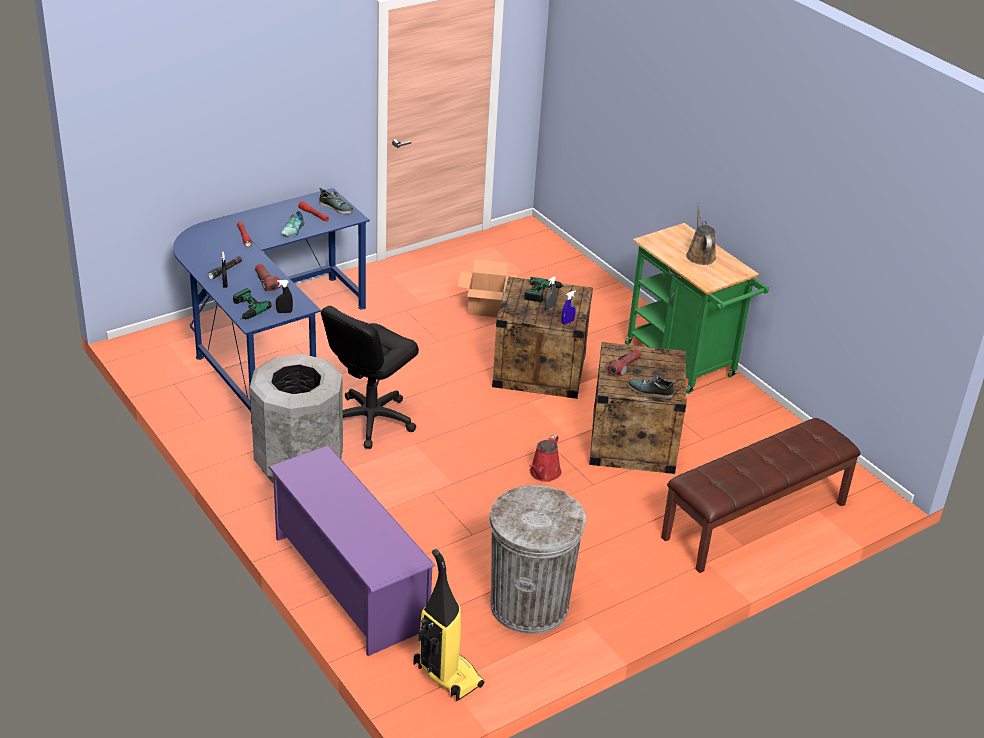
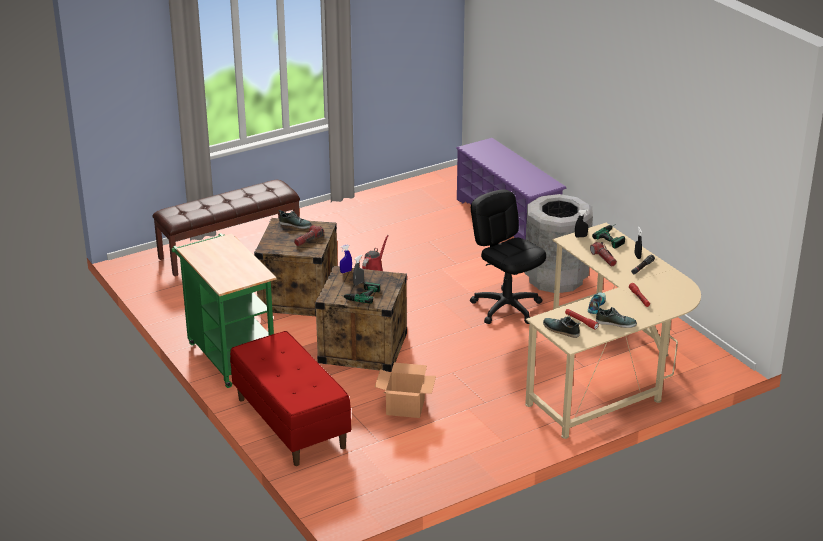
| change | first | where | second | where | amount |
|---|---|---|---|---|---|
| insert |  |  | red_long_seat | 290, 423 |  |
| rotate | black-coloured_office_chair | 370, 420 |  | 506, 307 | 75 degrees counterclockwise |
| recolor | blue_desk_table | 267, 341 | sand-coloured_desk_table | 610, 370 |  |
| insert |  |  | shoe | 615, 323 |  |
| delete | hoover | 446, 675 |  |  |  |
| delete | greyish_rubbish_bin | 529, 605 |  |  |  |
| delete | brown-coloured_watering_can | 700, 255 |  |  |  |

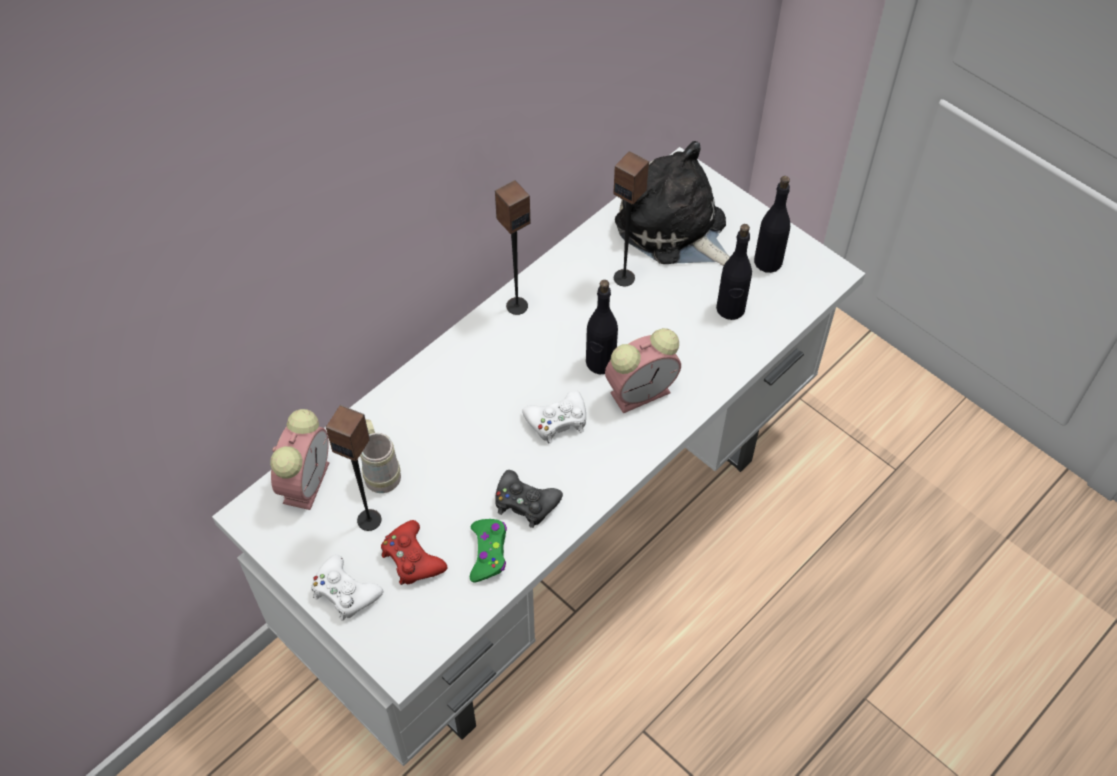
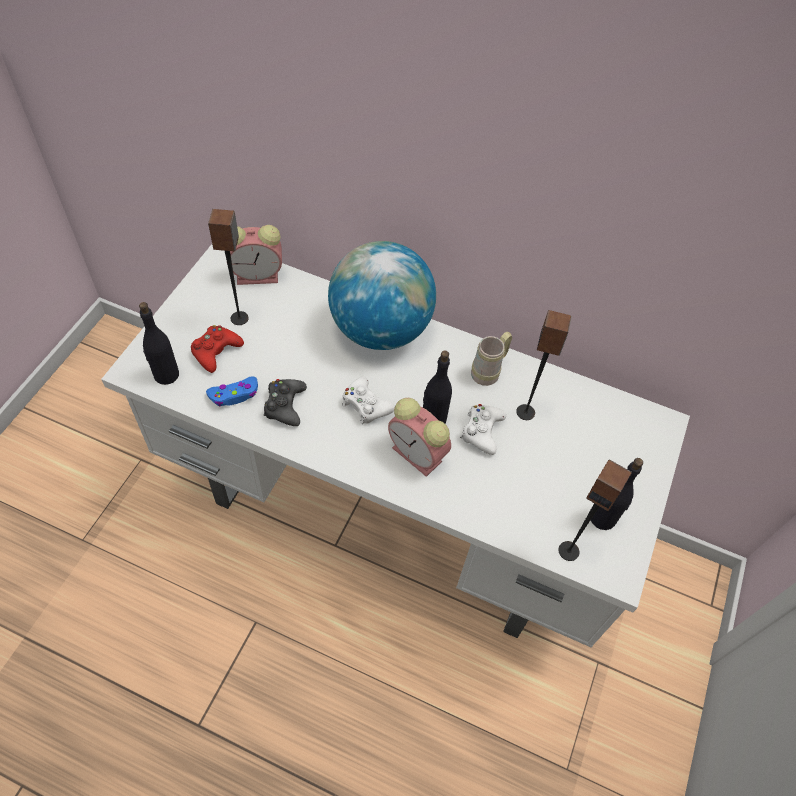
| change | first | where | second | where | amount |
|---|---|---|---|---|---|
| move | black-coloured_drink_bottle | 730, 309 |  | 166, 375 |  |
| recolor | green_gamepad | 488, 553 | blue_gamepad | 234, 395 |  |
| insert |  |  | desk_globe | 380, 329 |  |
| move | white-coloured_gamepad | 345, 592 |  | 482, 431 |  |
| move | sand-coloured_coffee_mug | 380, 471 |  | 489, 371 |  |
| move | audio_speaker | 516, 305 |  | 569, 550 |  |
| delete | plush_toy | 675, 229 |  |  |  |

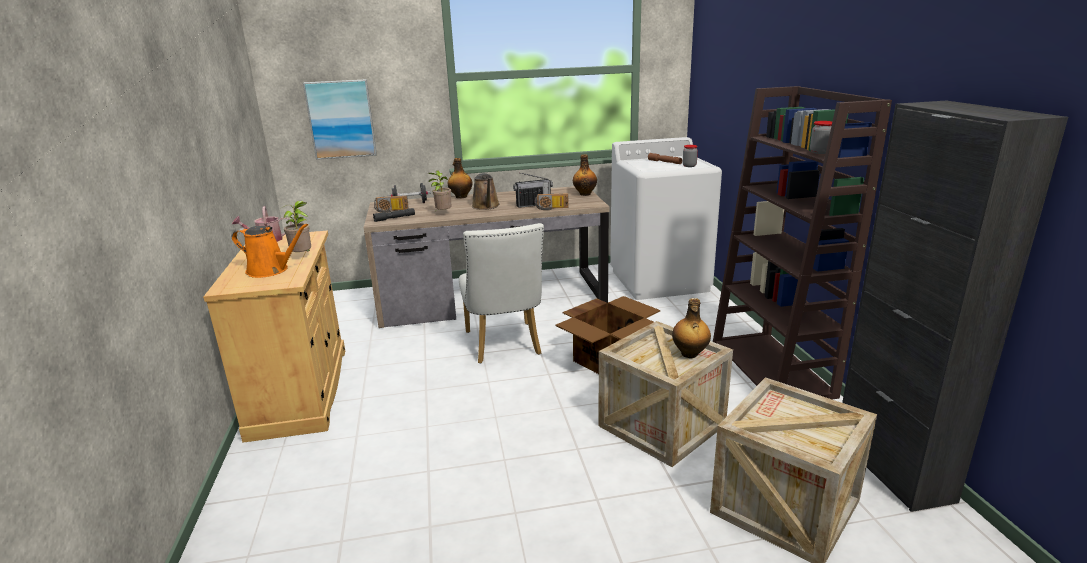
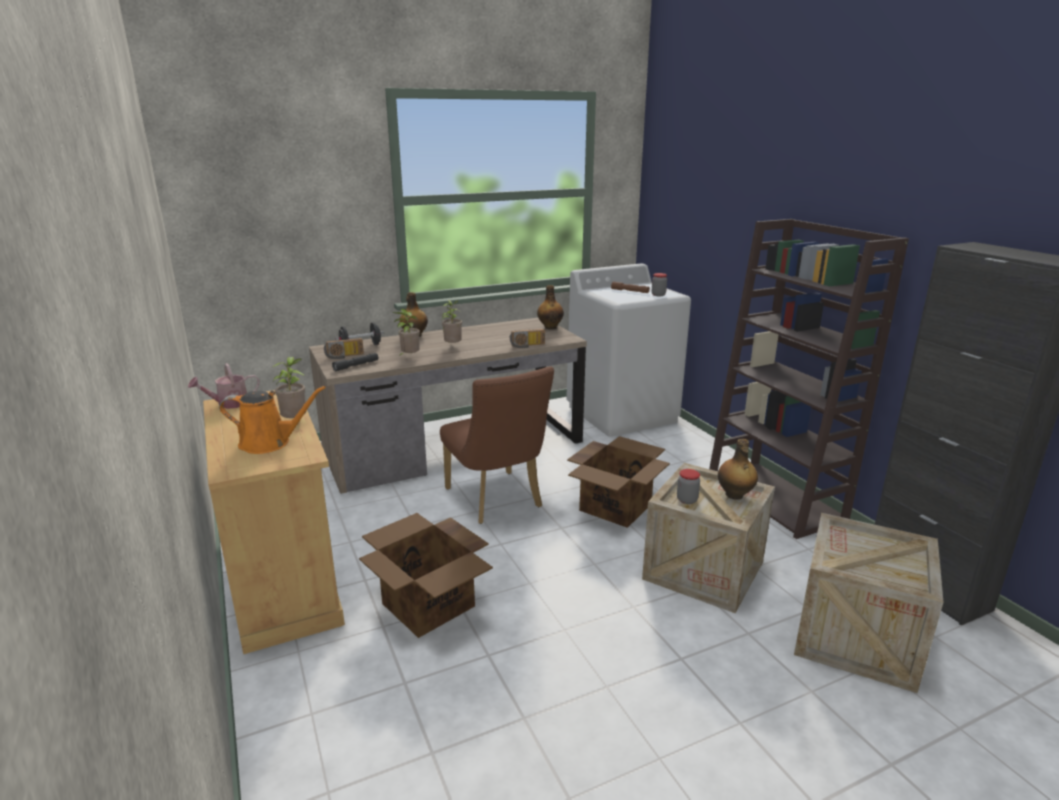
| change | first | where | second | where | amount |
|---|---|---|---|---|---|
| insert |  |  | packing_box | 428, 606 |  |
| recolor | white-coloured_upright_chair | 504, 346 | brown-coloured_upright_chair | 497, 501 |  |
| replace | brown-coloured_watering_can | 486, 206 | plant_in_a_pot | 453, 346 |  |
| move | jar | 820, 152 |  | 687, 500 |  |
| delete | picture | 341, 119 |  |  |  |
| delete | radio_set | 533, 204 |  |  |  |

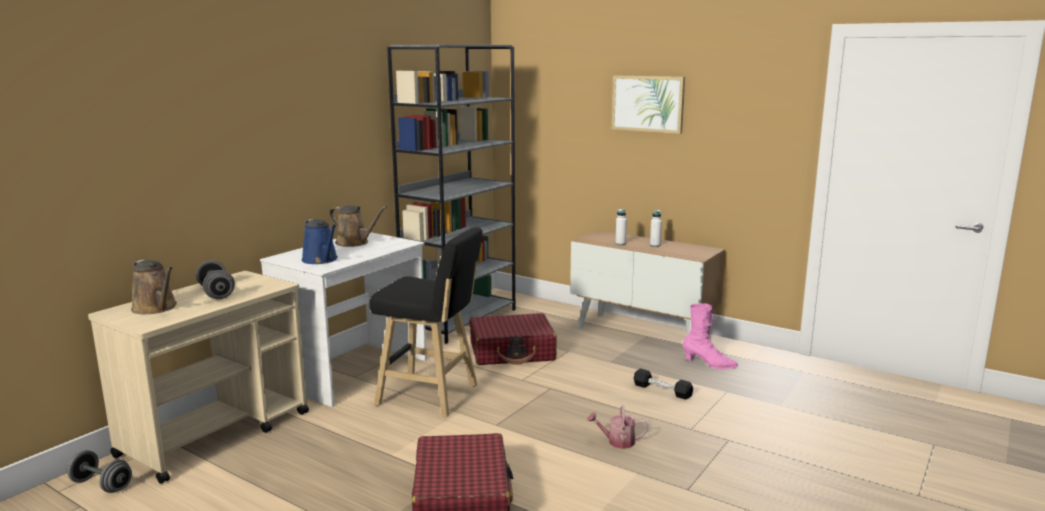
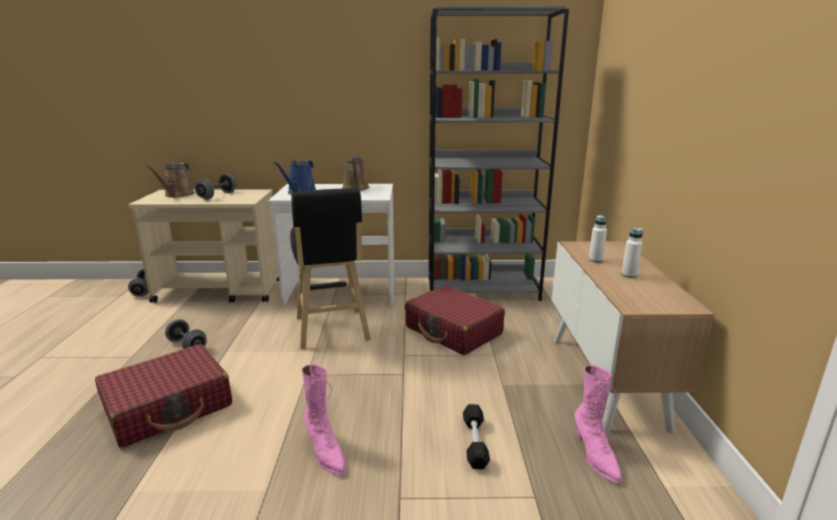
| change | first | where | second | where | amount |
|---|---|---|---|---|---|
| insert |  |  | greyish_dumbbell | 187, 346 |  |
| replace | watering_can | 617, 441 | pink-coloured_tall_boot | 325, 452 |  |
| delete | picture | 648, 103 |  |  |  |

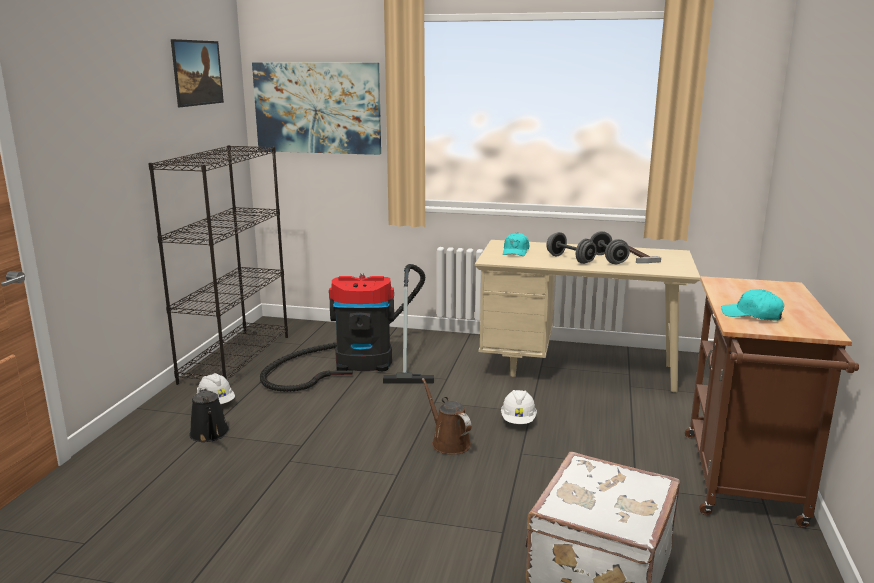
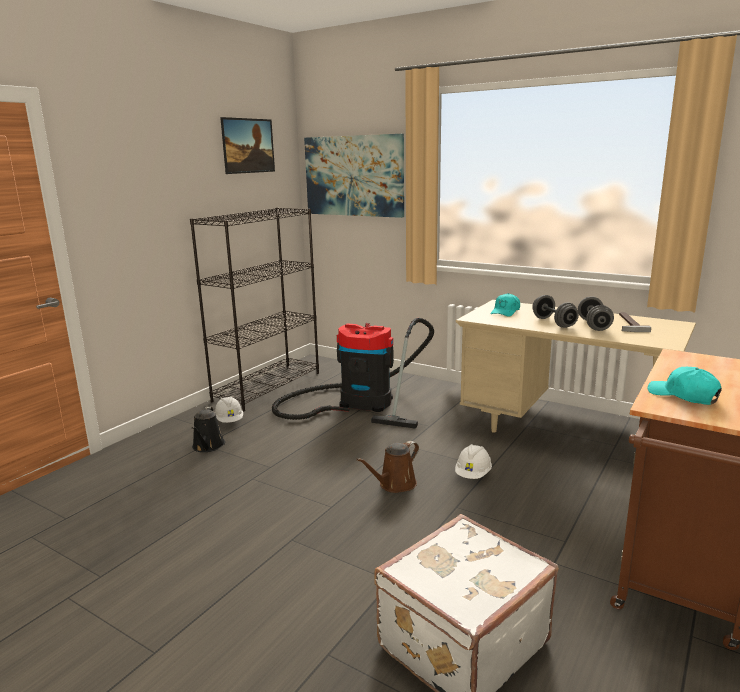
| change | first | where | second | where | amount |
|---|---|---|---|---|---|
| rotate | brown-coloured_watering_can | 448, 442 |  | 395, 485 | 120 degrees counterclockwise |

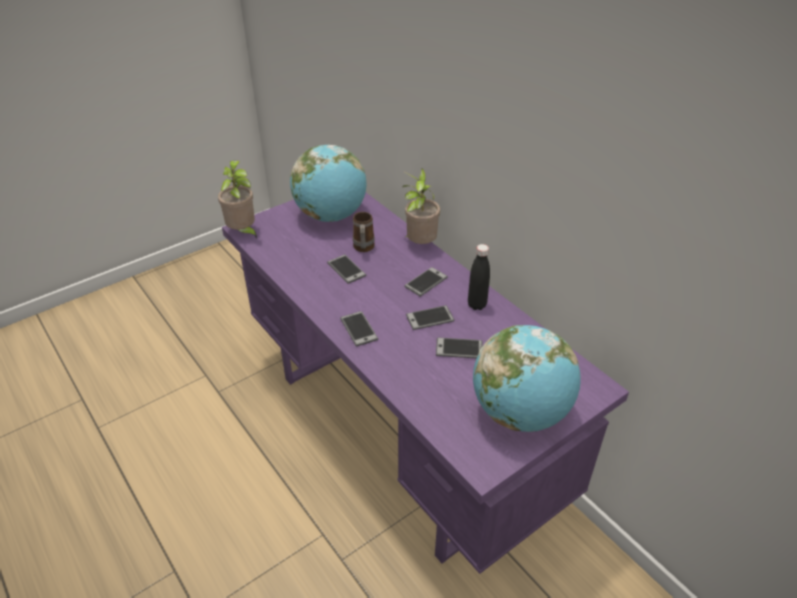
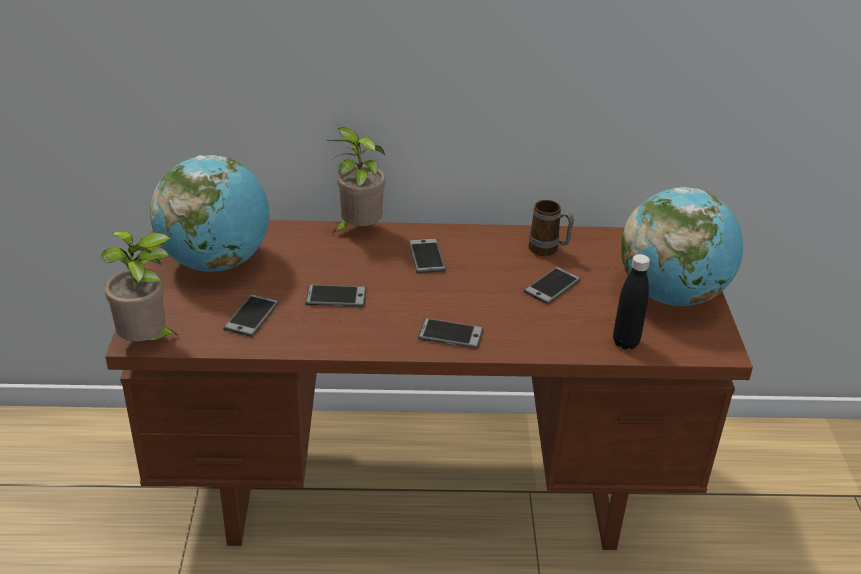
| change | first | where | second | where | amount |
|---|---|---|---|---|---|
| recolor | purple_desk_table | 401, 434 | brown-coloured_desk_table | 425, 487 |  |
| move | telephone | 430, 318 |  | 251, 316 |  |
| move | coffee_mug | 363, 249 |  | 548, 251 |  |
| move | black-coloured_drink_bottle | 477, 305 |  | 625, 342 |  |

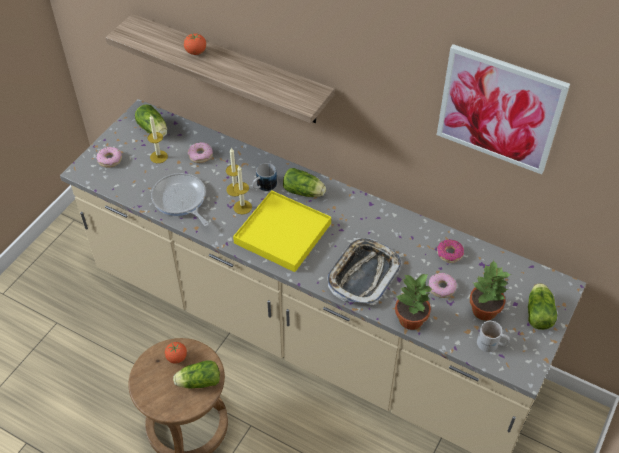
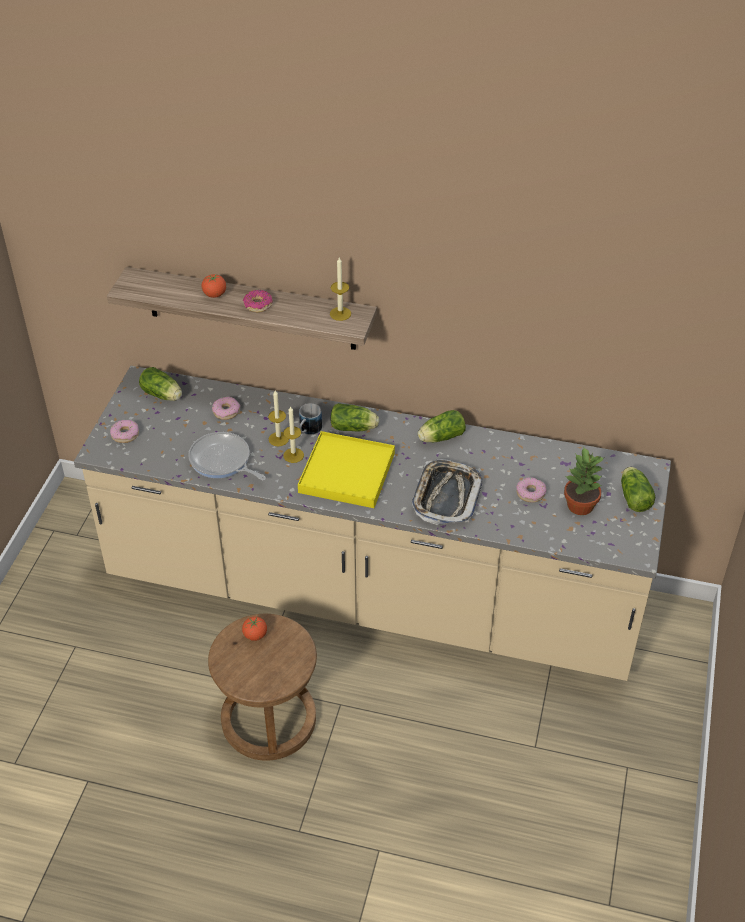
| change | first | where | second | where | amount |
|---|---|---|---|---|---|
| move | doughnut | 449, 254 |  | 258, 305 |  |
| move | wax_candle | 159, 157 |  | 340, 313 |  |
| move | lettuce_head | 197, 382 |  | 440, 437 |  |
| delete | plant_in_a_pot | 410, 319 |  |  |  |
| delete | picture | 499, 109 |  |  |  |
| delete | white-coloured_coffee_mug | 491, 344 |  |  |  |

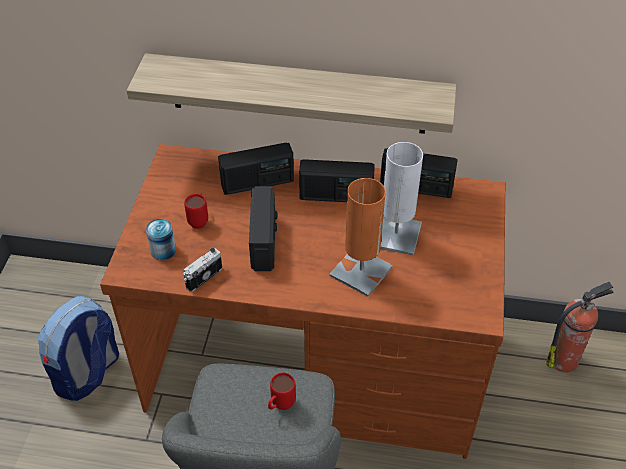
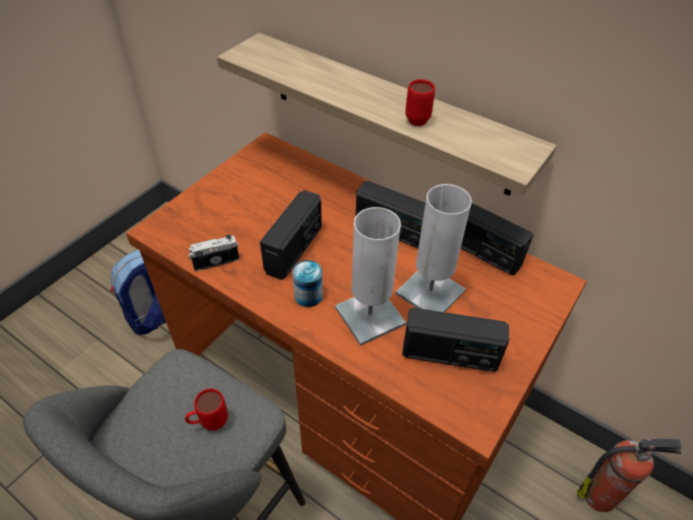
| change | first | where | second | where | amount |
|---|---|---|---|---|---|
| move | sealed_can | 163, 250 |  | 308, 295 |  |
| recolor | orangey_table_lamp | 361, 271 | white-coloured_table_lamp | 370, 316 |  |
| move | radio_set | 257, 183 |  | 449, 355 |  |
| move | red_coffee_mug | 199, 220 |  | 420, 118 |  |

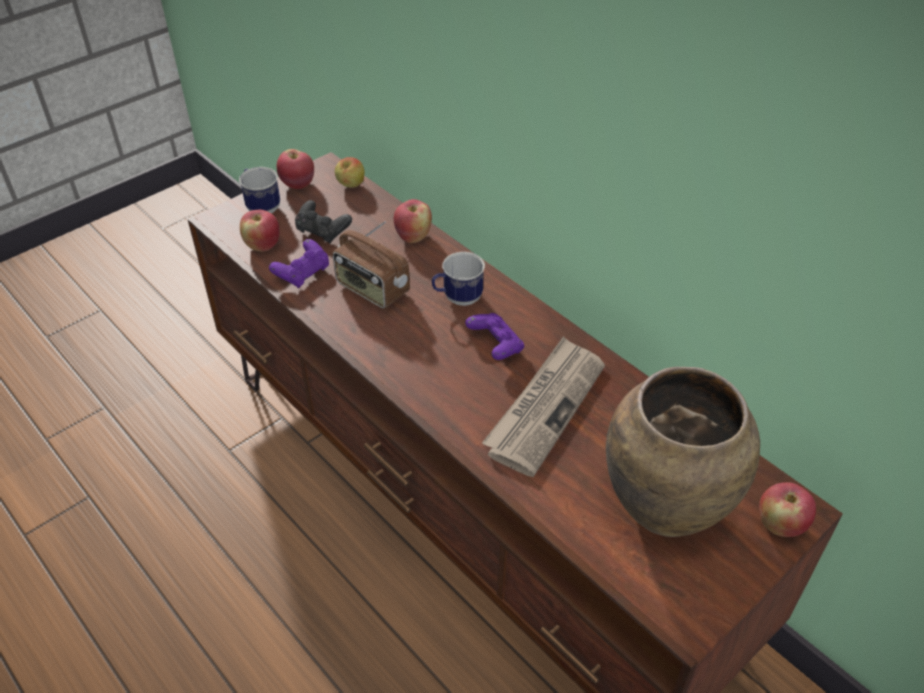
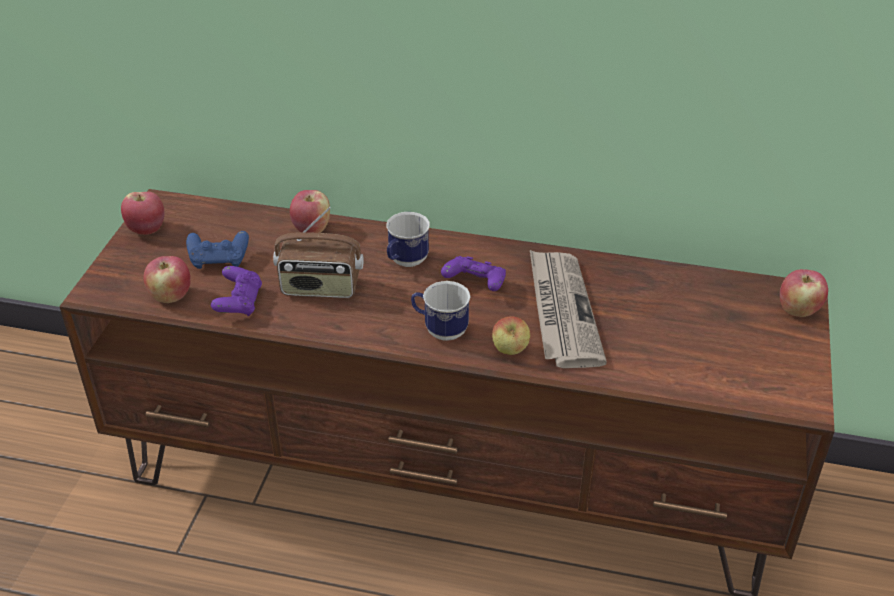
| change | first | where | second | where | amount |
|---|---|---|---|---|---|
| recolor | black-coloured_gamepad | 323, 231 | blue_gamepad | 219, 260 |  |
| move | coffee_mug | 261, 206 |  | 440, 330 |  |
| move | whole_apple | 351, 186 |  | 510, 351 |  |
| delete | brown-coloured_decorative_vase | 665, 510 |  |  |  |

